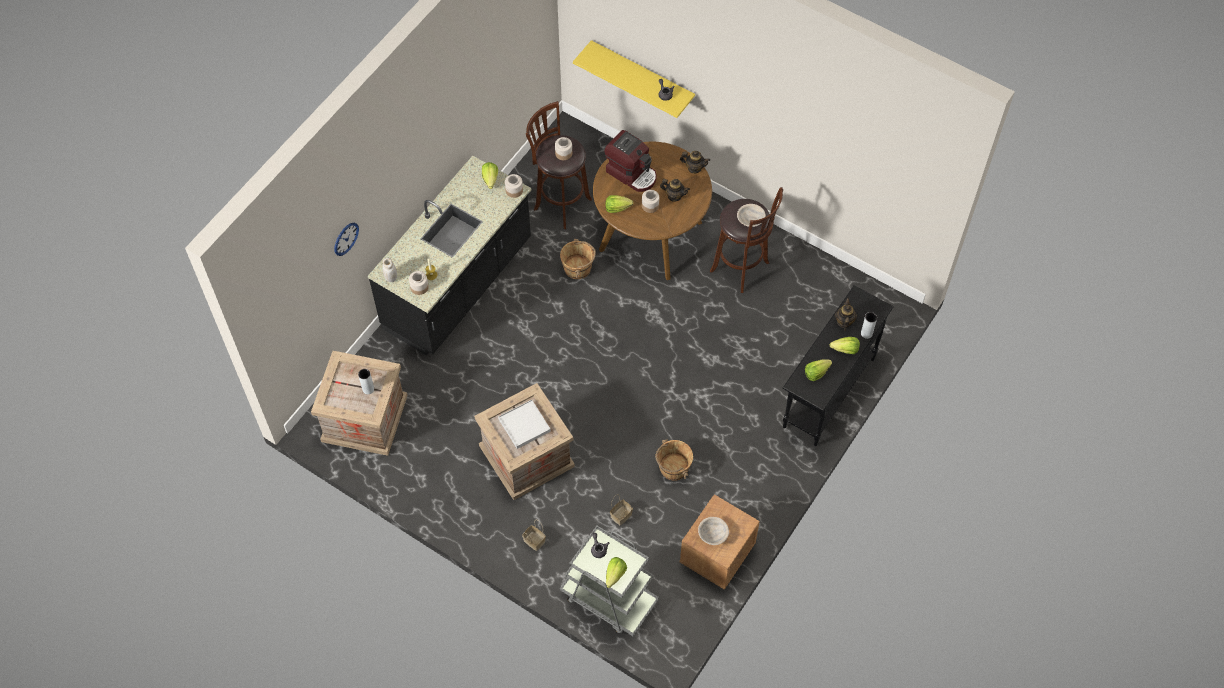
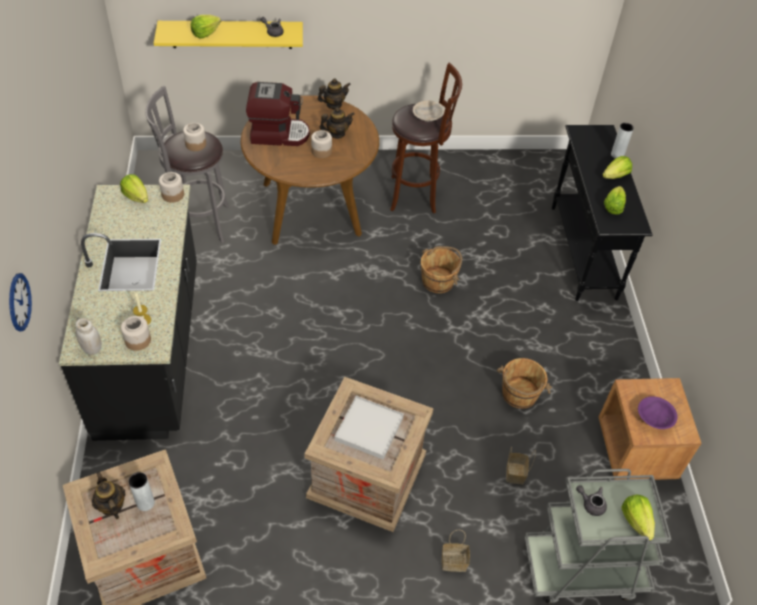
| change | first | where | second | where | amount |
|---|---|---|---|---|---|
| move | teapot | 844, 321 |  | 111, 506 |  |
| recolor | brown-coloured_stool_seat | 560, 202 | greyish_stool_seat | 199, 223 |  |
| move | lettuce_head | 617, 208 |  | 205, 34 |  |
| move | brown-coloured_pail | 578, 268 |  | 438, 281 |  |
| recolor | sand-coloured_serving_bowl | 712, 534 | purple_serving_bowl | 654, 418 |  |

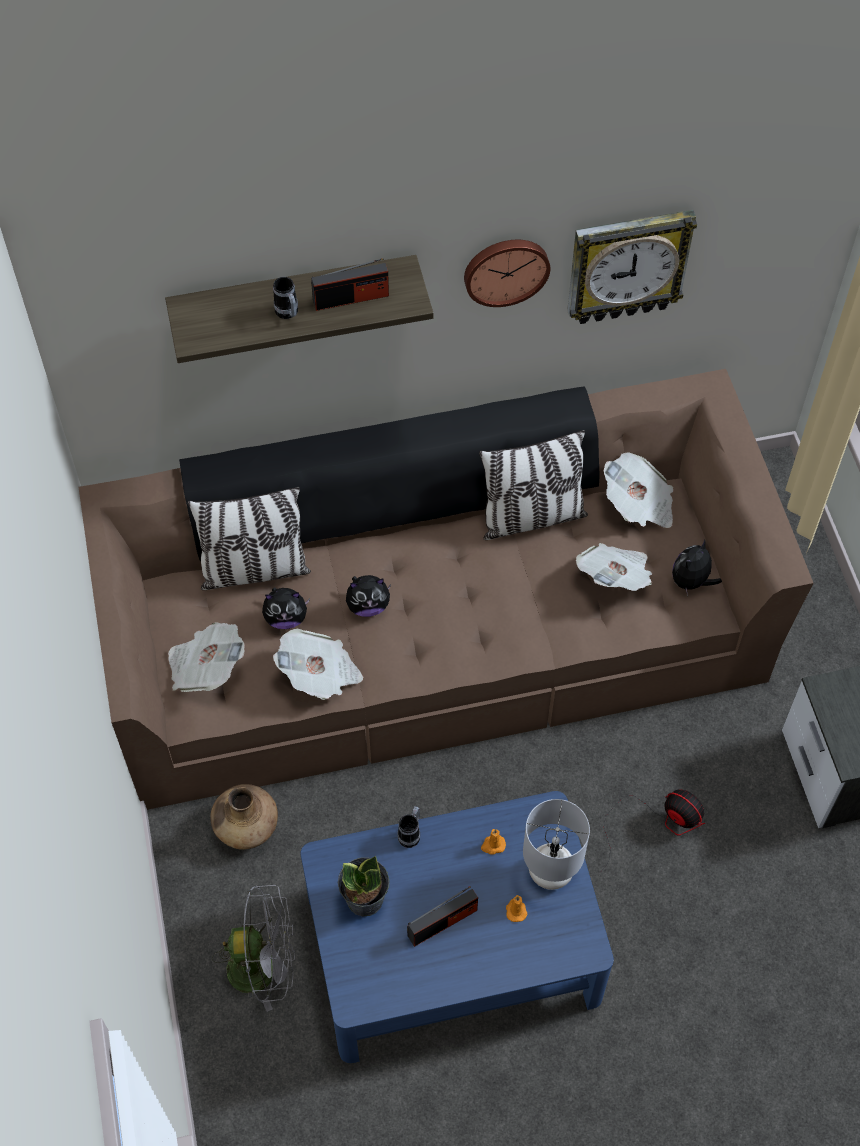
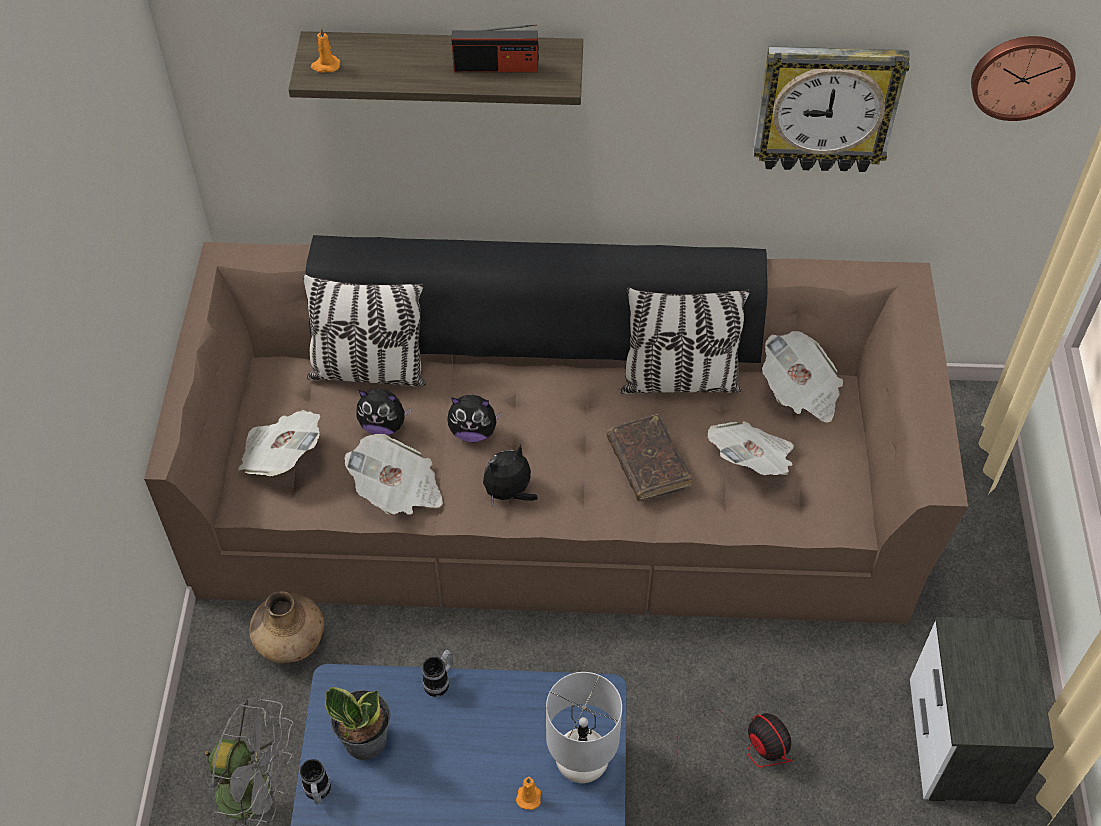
| change | first | where | second | where | amount |
|---|---|---|---|---|---|
| move | coffee_mug | 288, 314 |  | 318, 793 |  |
| move | orangey_wax_candle | 493, 845 |  | 325, 66 |  |
| move | plush_toy | 691, 582 |  | 509, 493 |  |
| insert |  |  | brown-coloured_volume | 648, 463 |  |
| move | hanging_clock | 505, 269 |  | 1021, 75 |  |
| delete | radio_set | 442, 923 |  |  |  |

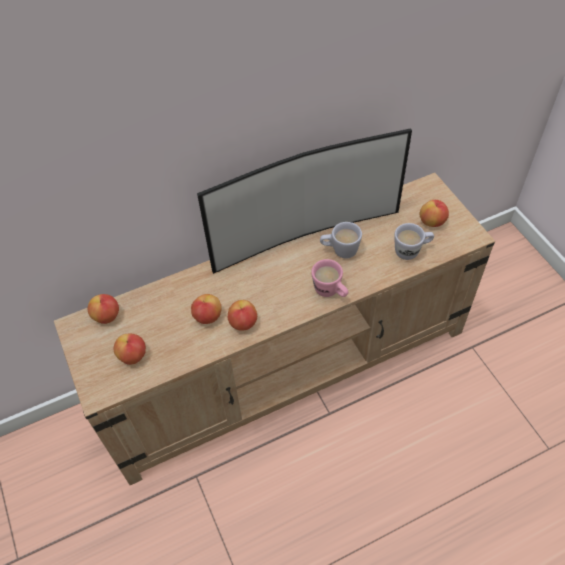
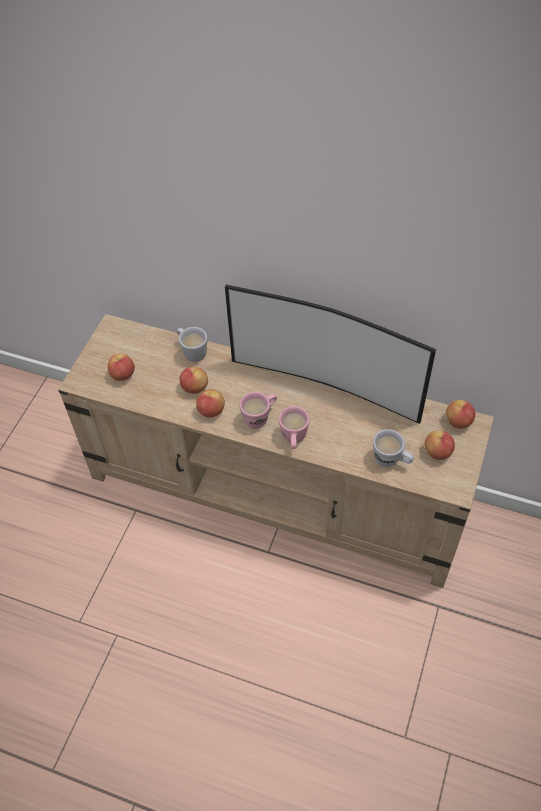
| change | first | where | second | where | amount |
|---|---|---|---|---|---|
| move | white-coloured_coffee_mug | 339, 251 |  | 192, 351 |  |
| insert |  |  | pink-coloured_coffee_mug | 260, 417 |  |
| move | whole_apple | 107, 316 |  | 458, 422 |  |

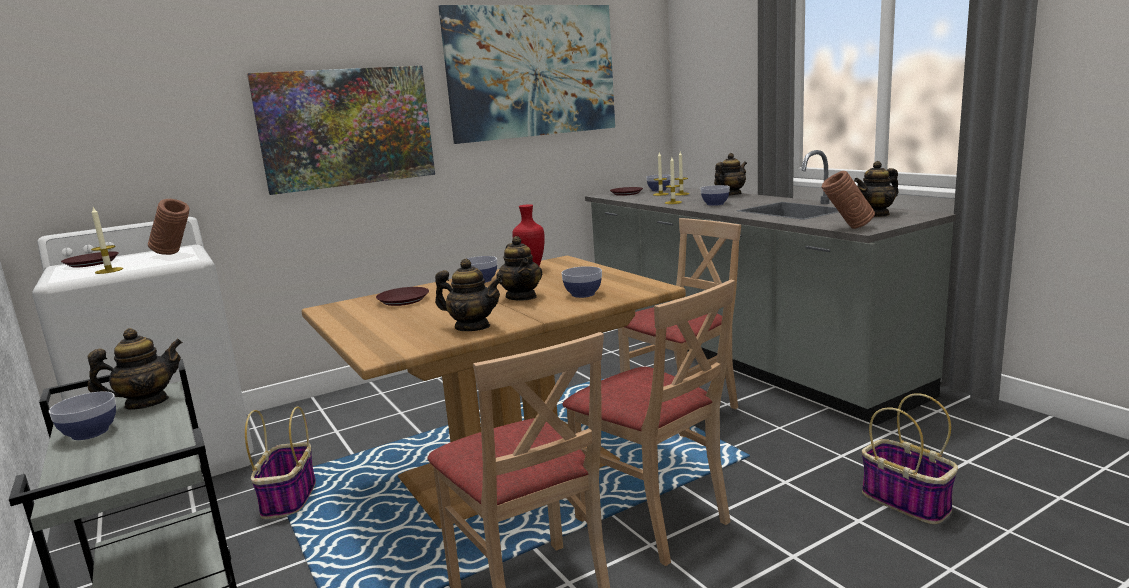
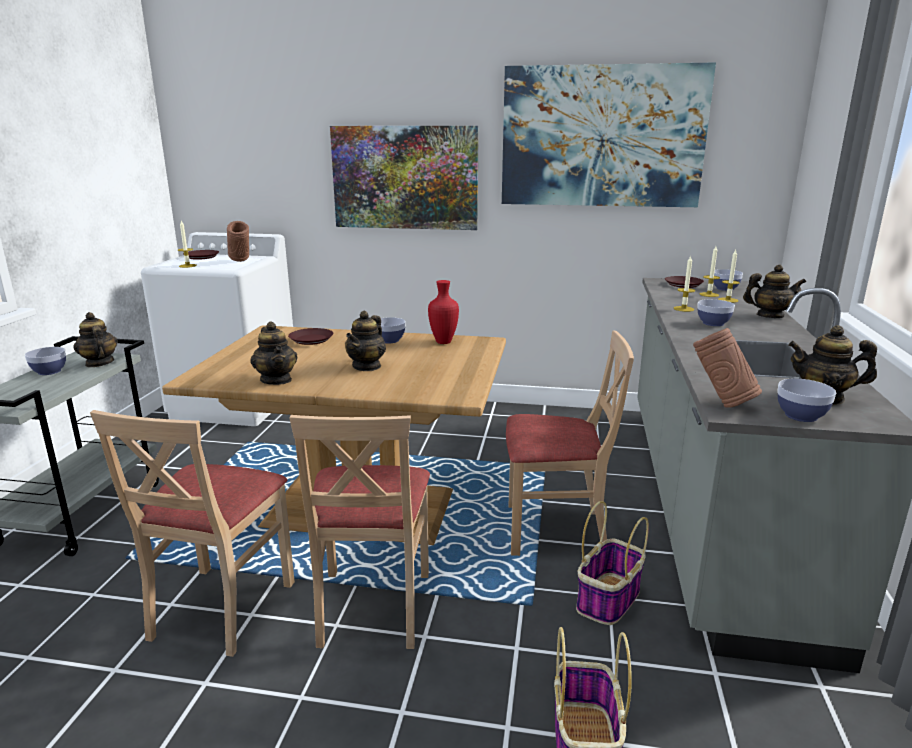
| change | first | where | second | where | amount |
|---|---|---|---|---|---|
| rotate | teapot | 146, 403 |  | 99, 363 | 135 degrees counterclockwise |
| move | basket | 289, 499 |  | 608, 600 |  |
| move | serving_bowl | 583, 294 |  | 801, 416 |  |

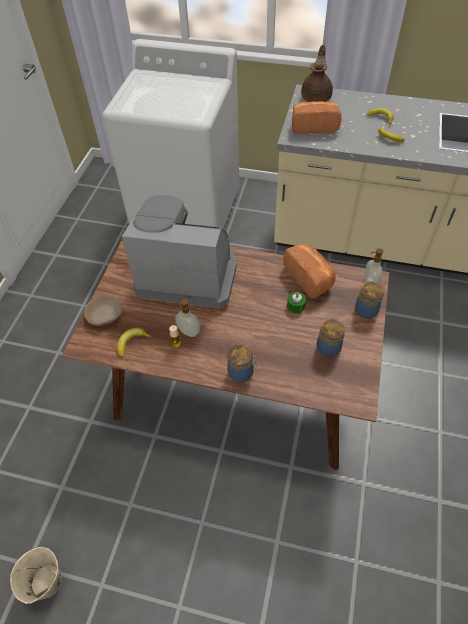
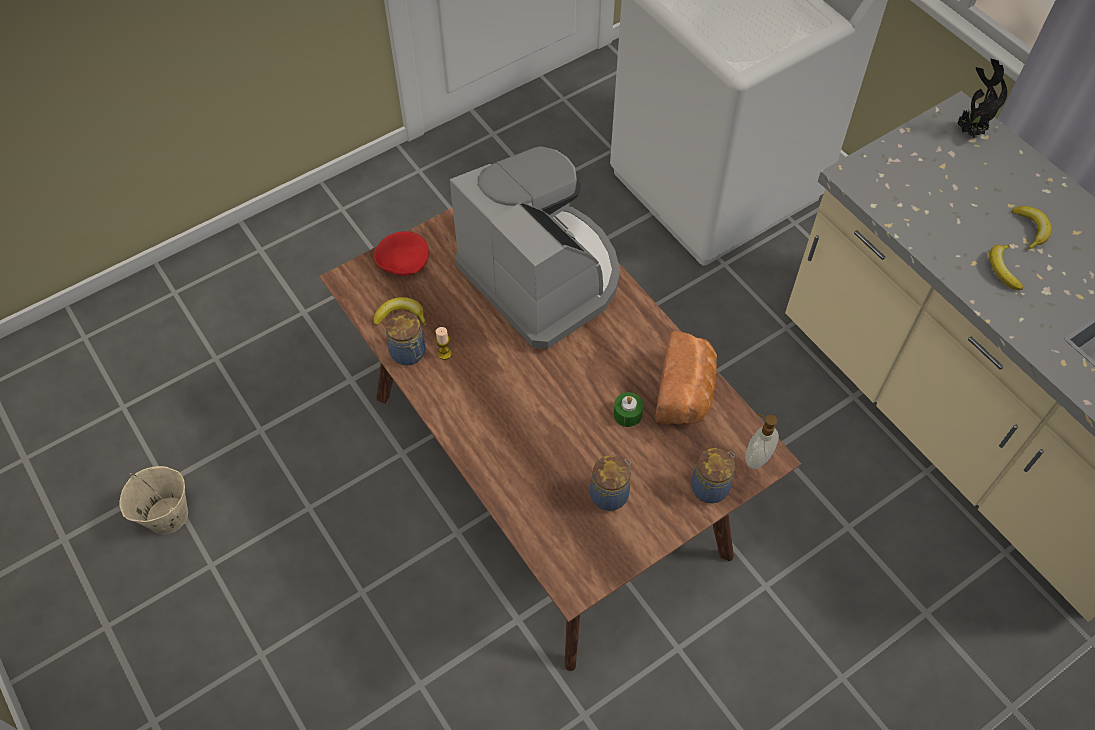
| change | first | where | second | where | amount |
|---|---|---|---|---|---|
| recolor | sand-coloured_serving_bowl | 105, 315 | red_serving_bowl | 403, 261 |  |
| move | jar | 241, 373 |  | 409, 353 |  |
| replace | brown-coloured_teapot | 316, 97 | plant_in_a_pot | 968, 131 |  |
| delete | liquid_soap_bottle | 189, 331 |  |  |  |
| delete | bakery_bread | 313, 126 |  |  |  |

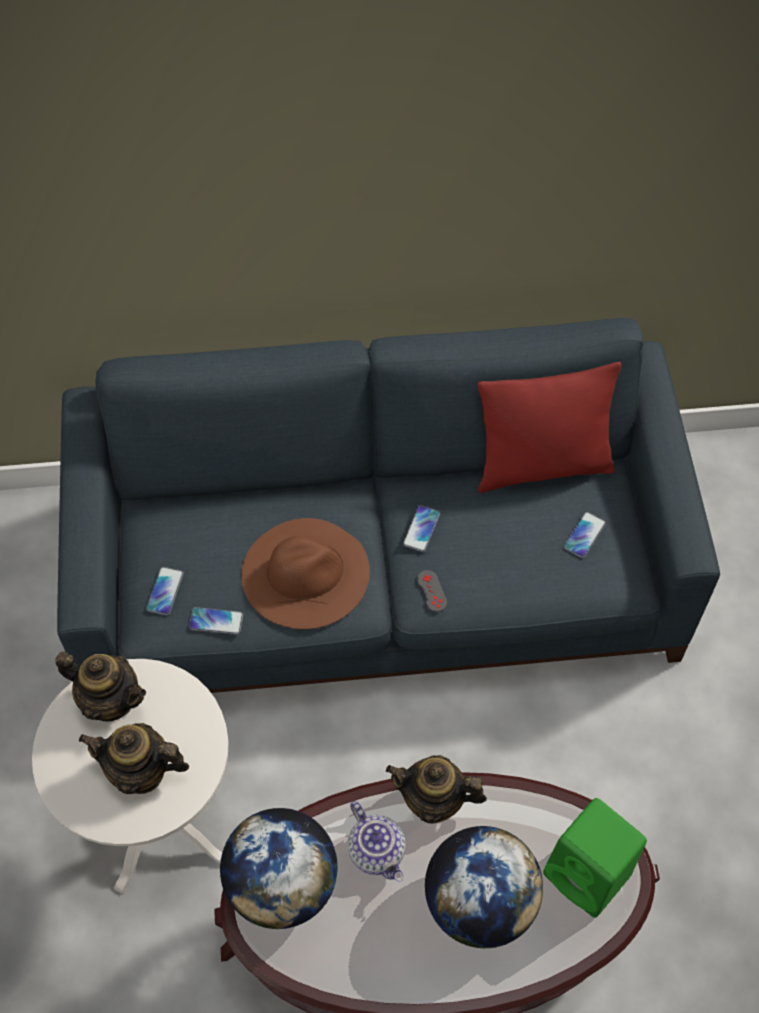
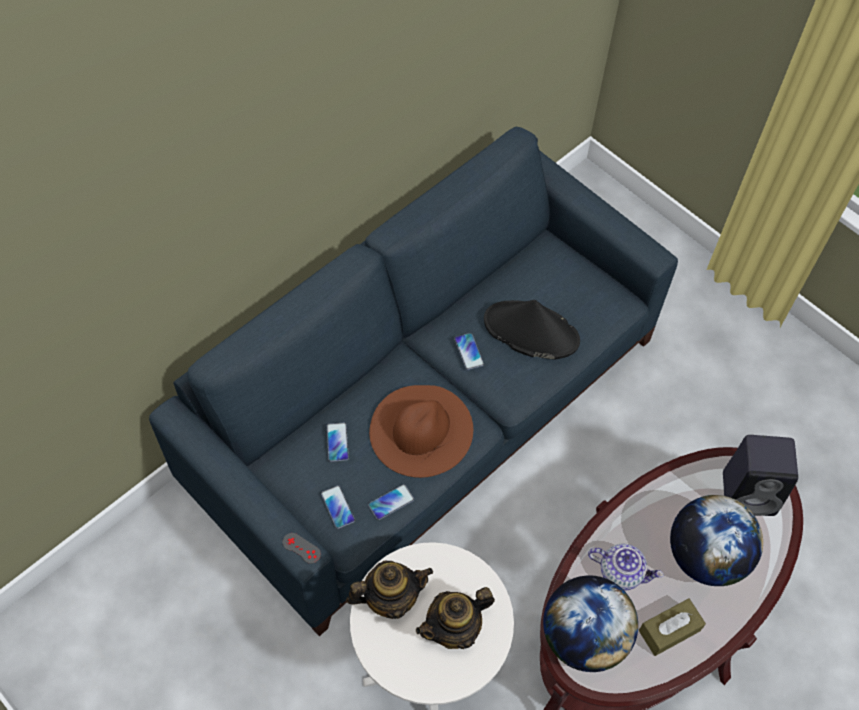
| change | first | where | second | where | amount |
|---|---|---|---|---|---|
| move | greyish_gamepad | 431, 591 |  | 301, 548 |  |
| move | telephone | 584, 535 |  | 337, 442 |  |
| insert |  |  | black-coloured_hat | 530, 331 |  |
| insert |  |  | brown-coloured_tissue_box | 669, 630 |  |
| recolor | green_audio_speaker | 589, 875 | black-coloured_audio_speaker | 750, 493 |  |
| delete | teapot | 434, 801 |  |  |  |
| delete | red_throw_pillow | 542, 466 |  |  |  |

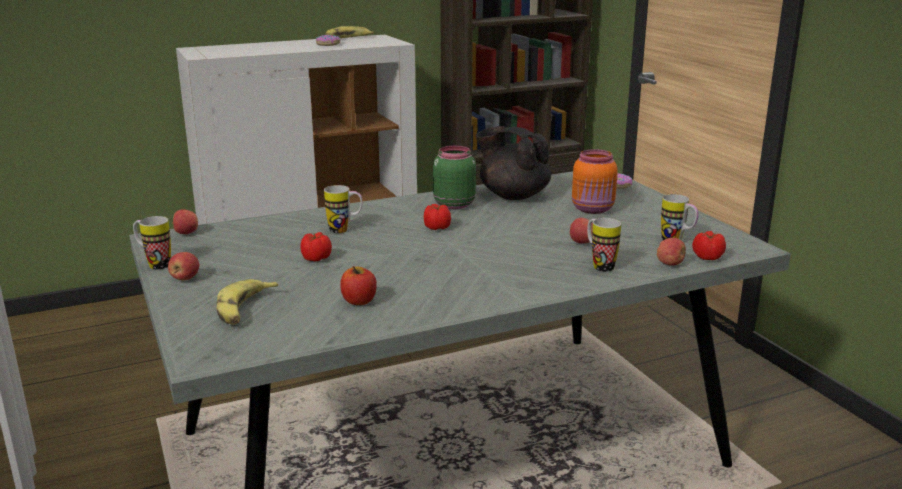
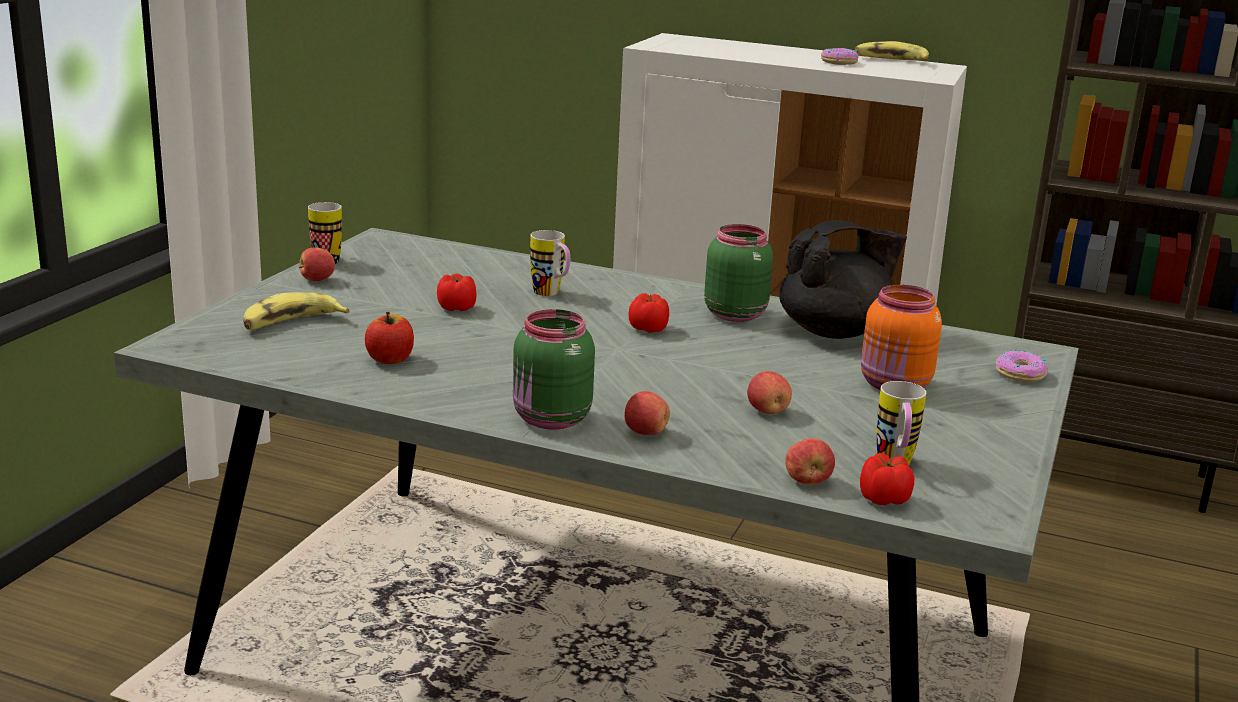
| change | first | where | second | where | amount |
|---|---|---|---|---|---|
| insert |  |  | green_jar | 550, 420 |  |
| move | whole_apple | 186, 233 |  | 645, 432 |  |
| rotate | black-coloured_teapot | 513, 195 |  | 836, 332 | 75 degrees clockwise |
| delete | coffee_mug | 599, 265 |  |  |  |

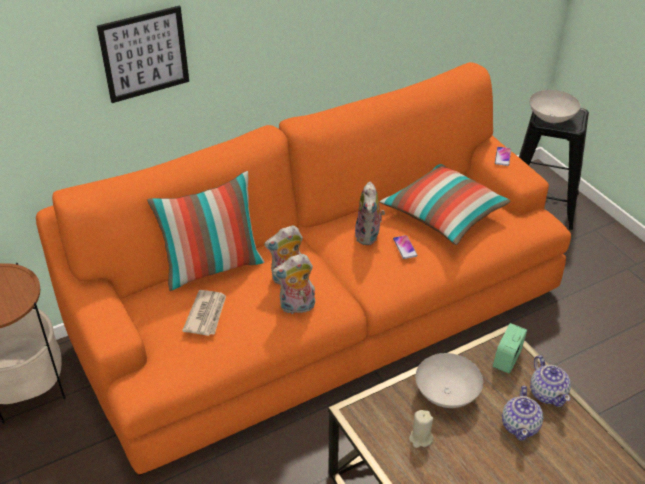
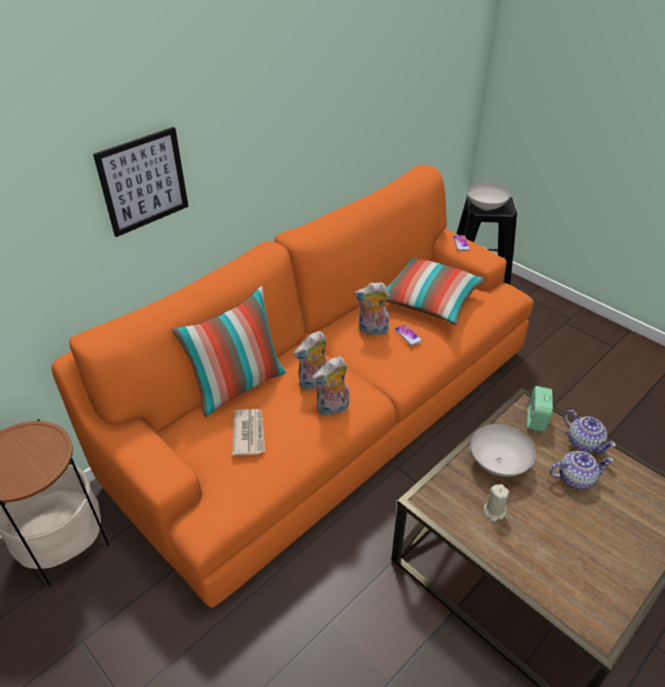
| change | first | where | second | where | amount |
|---|---|---|---|---|---|
| rotate | plush_toy | 369, 236 |  | 372, 331 | 105 degrees clockwise |
| rotate | teapot | 520, 425 |  | 575, 478 | 90 degrees counterclockwise |

